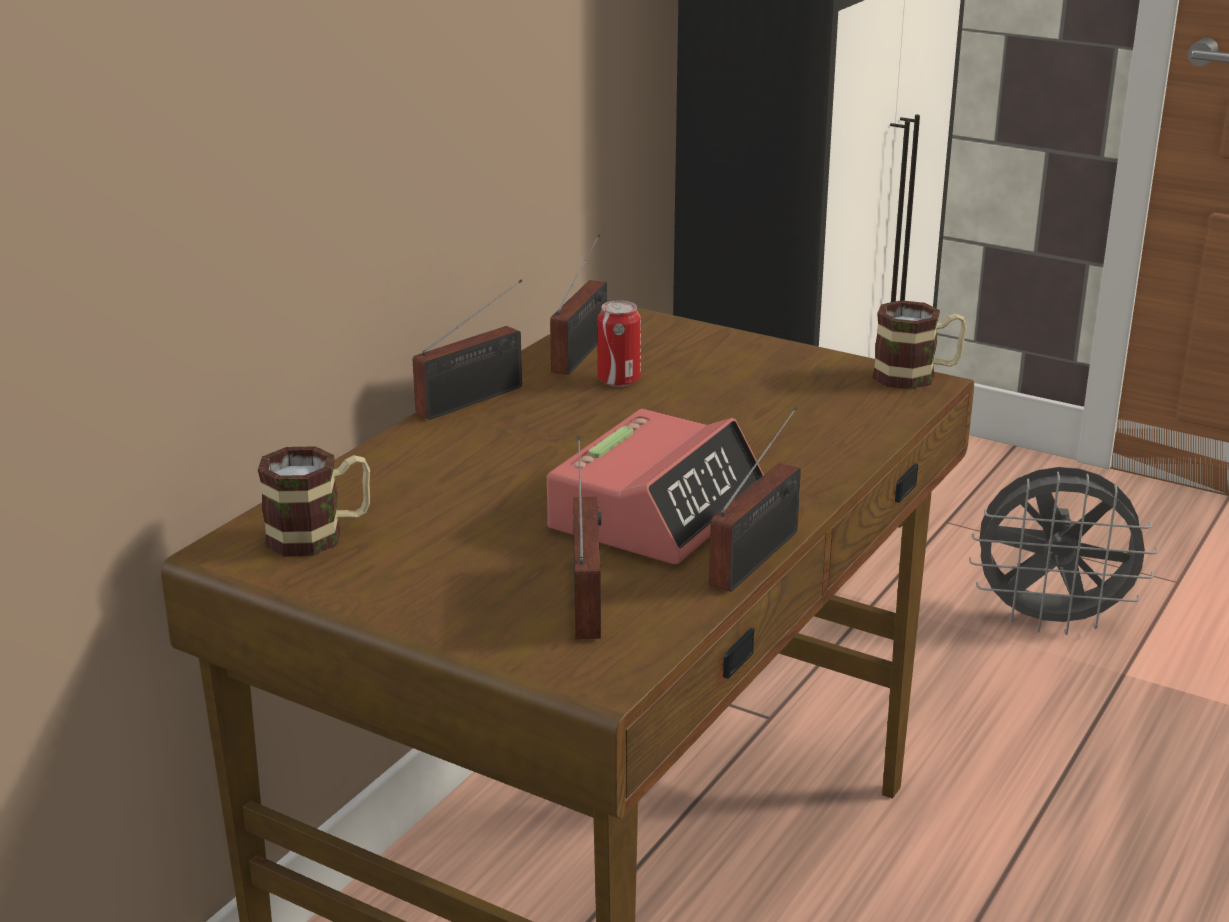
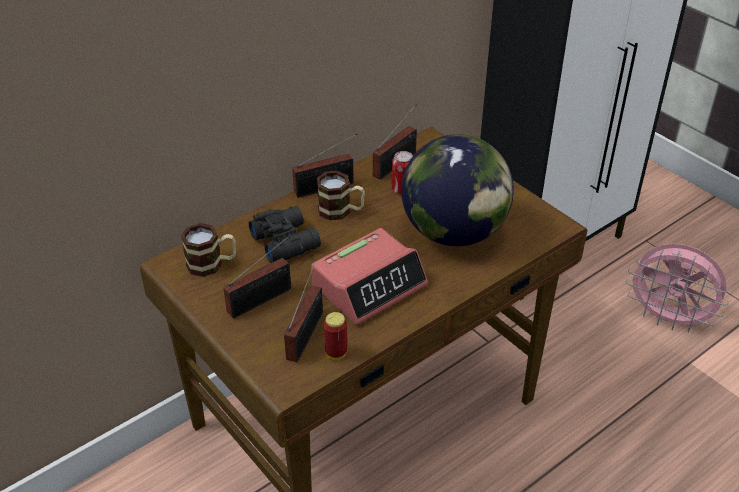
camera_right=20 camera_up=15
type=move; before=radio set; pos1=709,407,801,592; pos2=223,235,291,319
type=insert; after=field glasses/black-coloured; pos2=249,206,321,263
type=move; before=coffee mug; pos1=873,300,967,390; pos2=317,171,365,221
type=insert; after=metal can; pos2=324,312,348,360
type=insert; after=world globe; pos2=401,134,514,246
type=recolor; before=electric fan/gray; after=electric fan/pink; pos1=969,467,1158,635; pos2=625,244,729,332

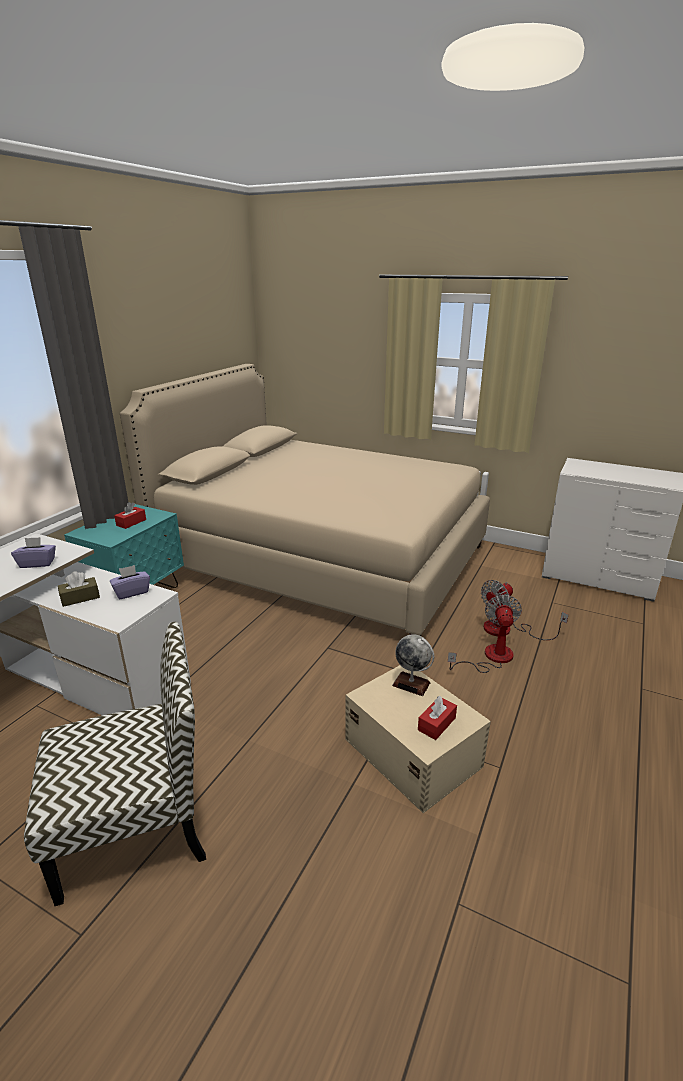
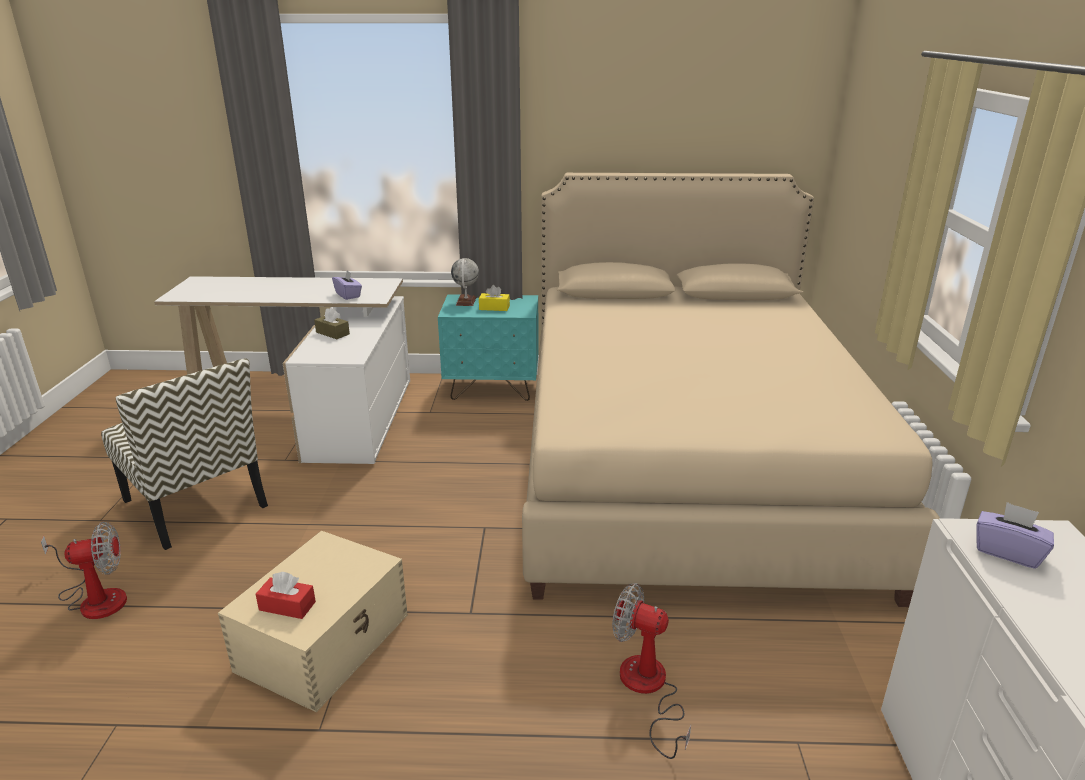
camera_right=65 camera_up=0
type=move; before=electric fan; pos1=448,595,522,673; pos2=41,522,127,619
type=move; before=world globe; pos1=392,634,434,696; pos2=451,258,479,306
type=recolor; before=box of tissues/reddish; after=box of tissues/yellow-coloured; pos1=114,502,146,529; pos2=479,285,510,311
type=move; before=box of tissues/purple-coloured; pos1=110,565,150,600; pos2=976,502,1054,569

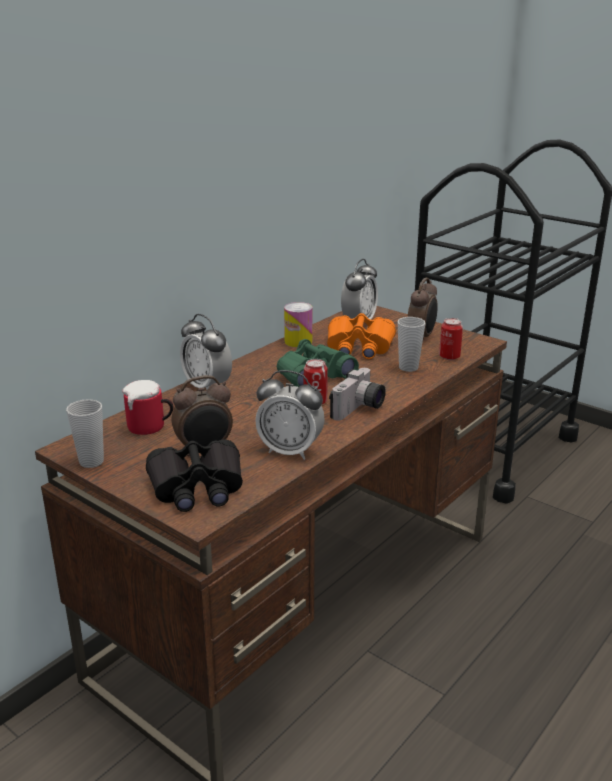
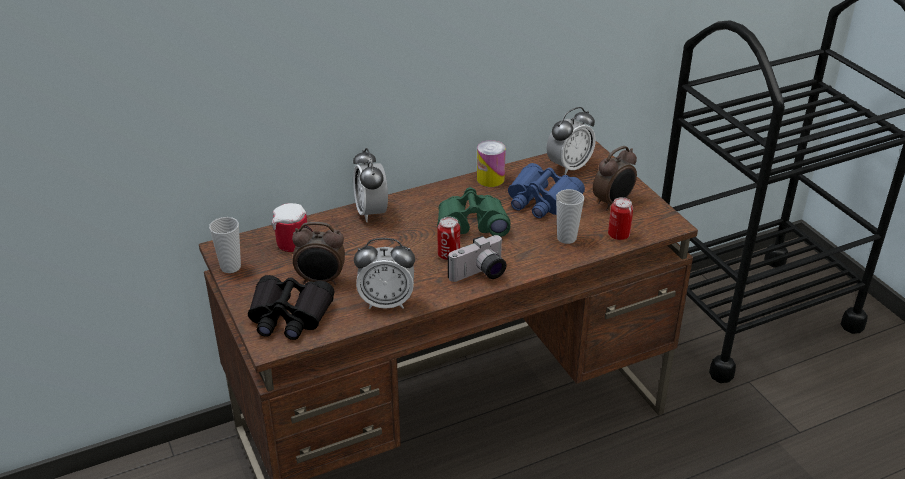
camera_right=25 camera_up=10
type=rotate; before=table clock; pos1=255,370,325,460; pos2=354,238,415,309; turn=-45
type=recolor; before=field glasses/orange; after=field glasses/blue-coloured; pos1=327,313,396,359; pos2=508,163,585,218

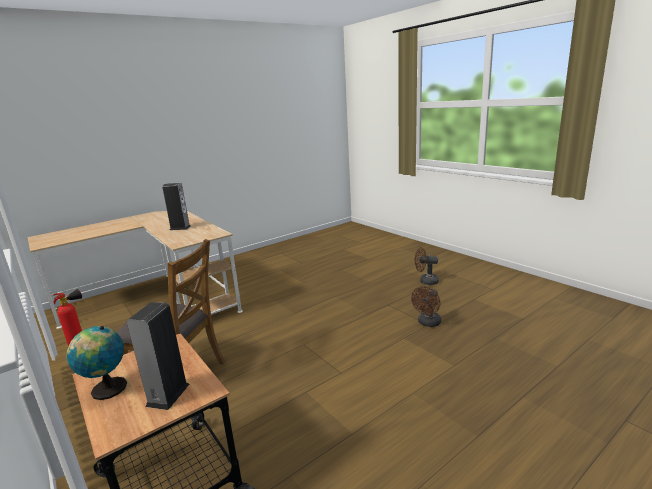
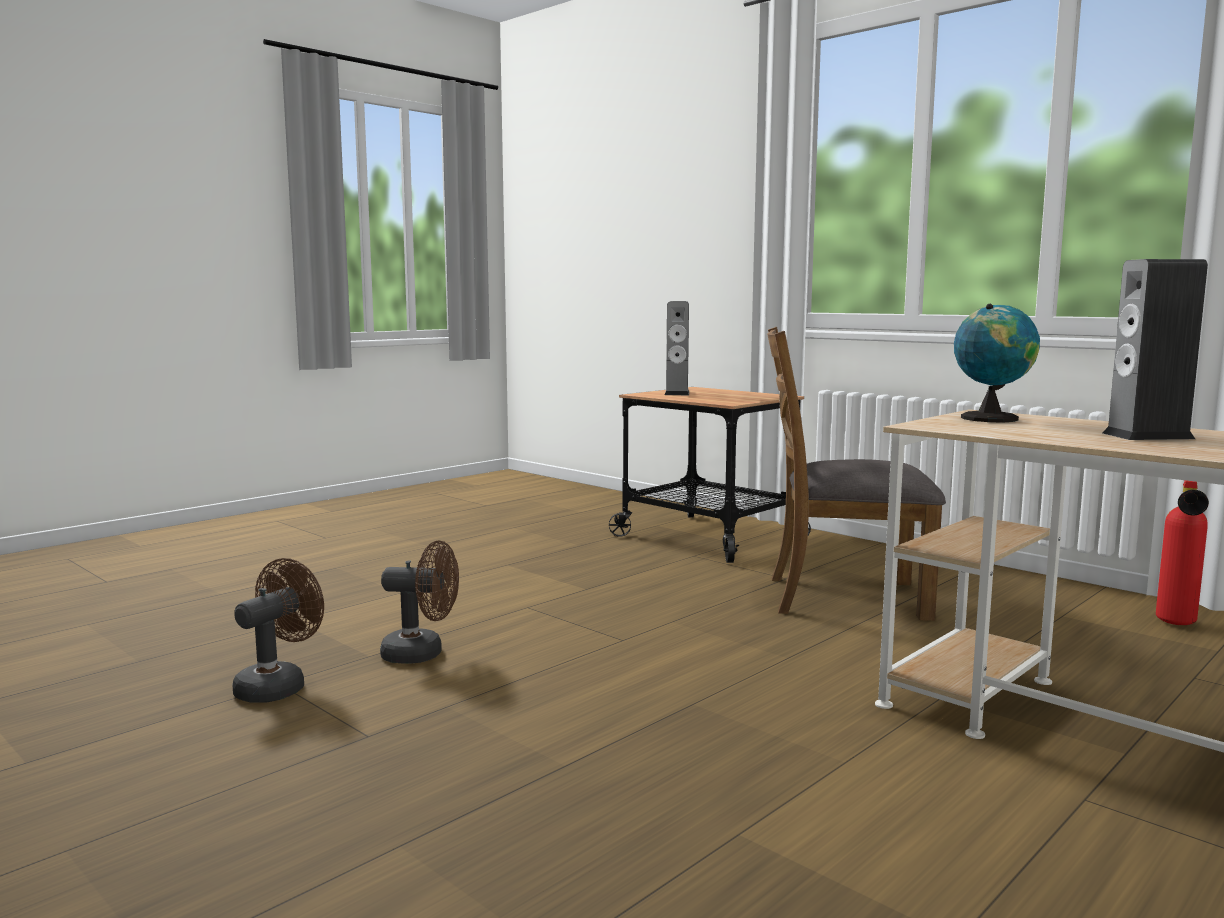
camera_right=170 camera_up=-10
type=move; before=electric fan/brown-coloured; pos1=415,247,439,285; pos2=380,541,459,664
type=move; before=world globe; pos1=67,326,127,400; pos2=954,304,1040,422

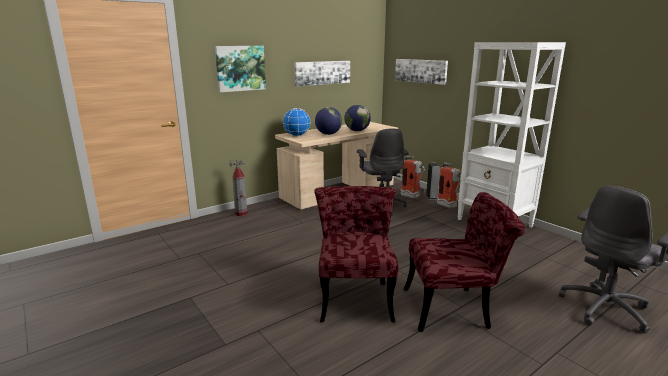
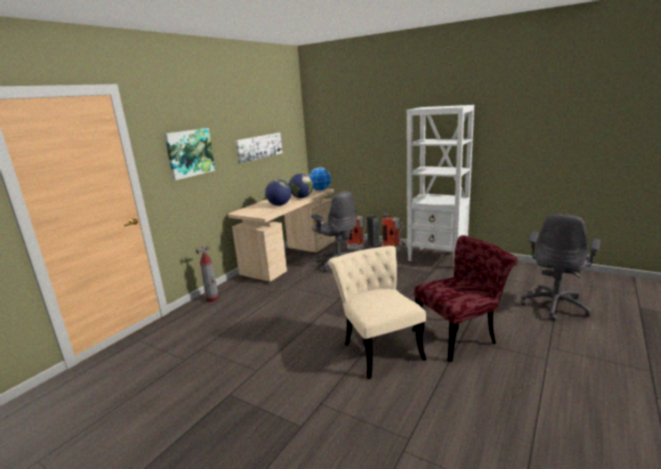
camera_right=-20 camera_up=0
type=move; before=world globe; pos1=283,108,311,136; pos2=309,167,331,191
type=recolor; before=upright chair/reddish; after=upright chair/beige-coloured; pos1=314,186,399,322; pos2=328,246,427,379
type=delete; before=picture; pos1=395,59,448,85

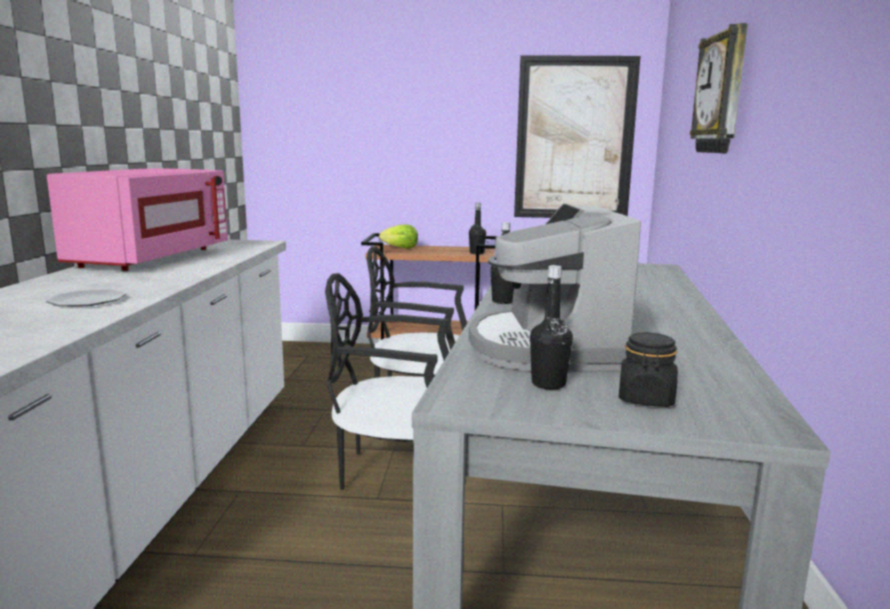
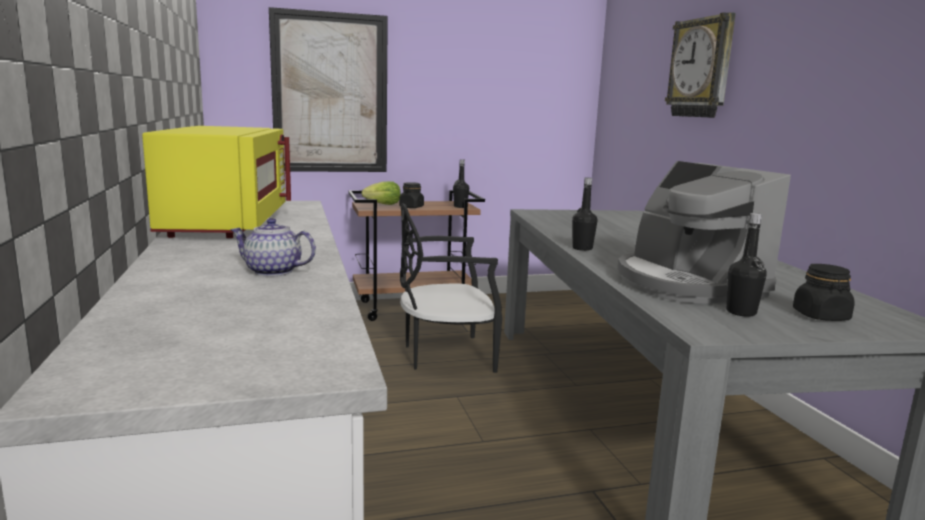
camera_right=-20 camera_up=0
type=recolor; before=microwave oven/pink; after=microwave oven/yellow-coloured; pos1=47,168,228,271; pos2=142,126,291,238
type=replace; before=dinner plate; after=teapot; pos1=46,289,126,307; pos2=230,218,316,277
type=move; before=picture; pos1=514,55,640,218; pos2=269,7,388,172
type=insert; after=storage jar/black-coloured; pos2=399,182,424,208
type=delete; before=upright chair/black-coloured; pos1=325,273,449,490

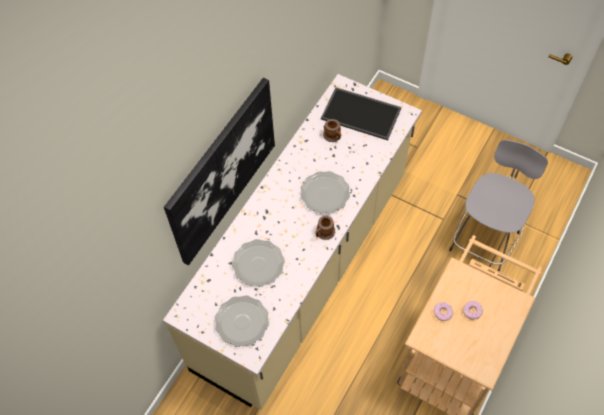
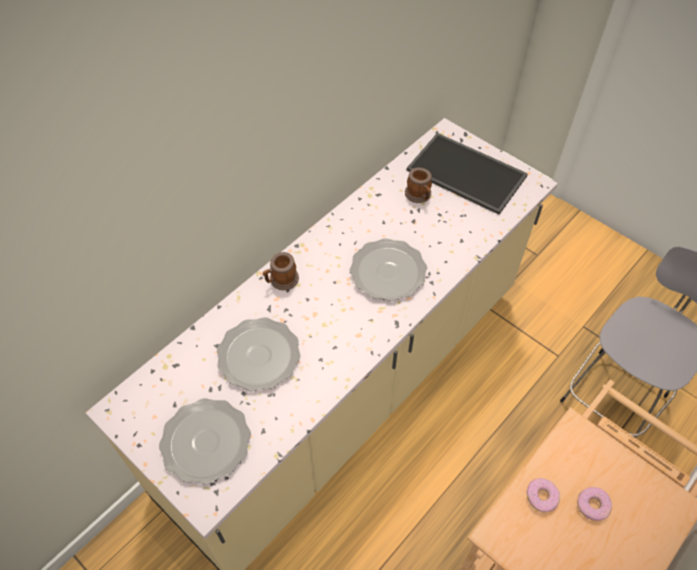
camera_right=10 camera_up=-5
type=move; before=coffee mug; pos1=315,215,335,240; pos2=263,252,299,290
type=delete; before=picture; pos1=164,78,275,265

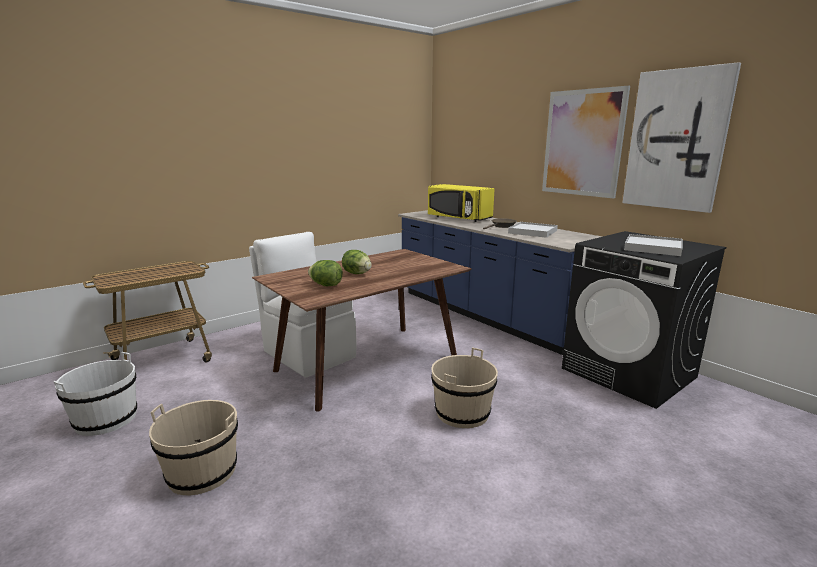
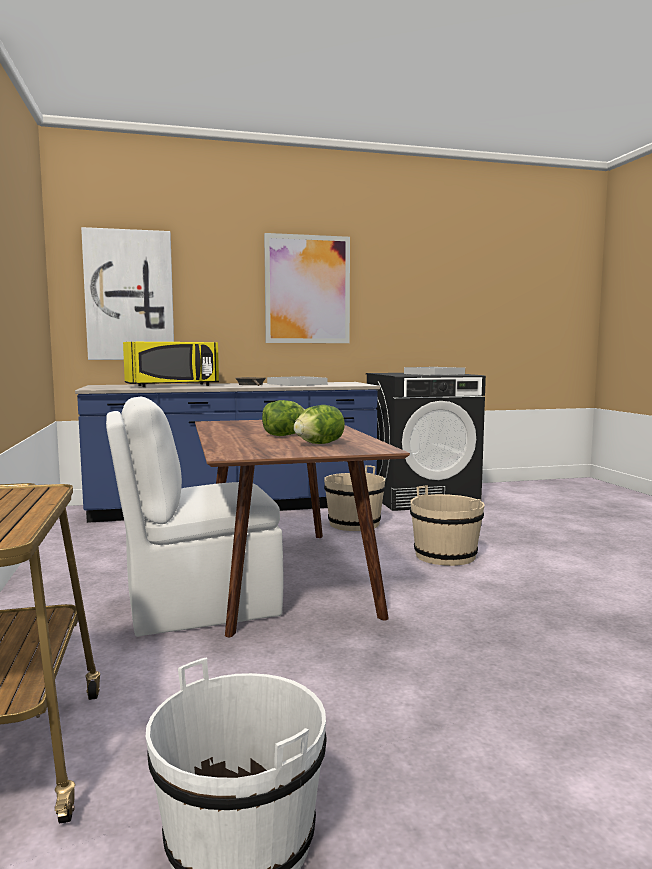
camera_right=-65 camera_up=-10
type=move; before=picture; pos1=622,62,741,213; pos2=81,227,174,360
type=move; before=pail/beige-coloured; pos1=149,400,238,495; pos2=324,465,385,531

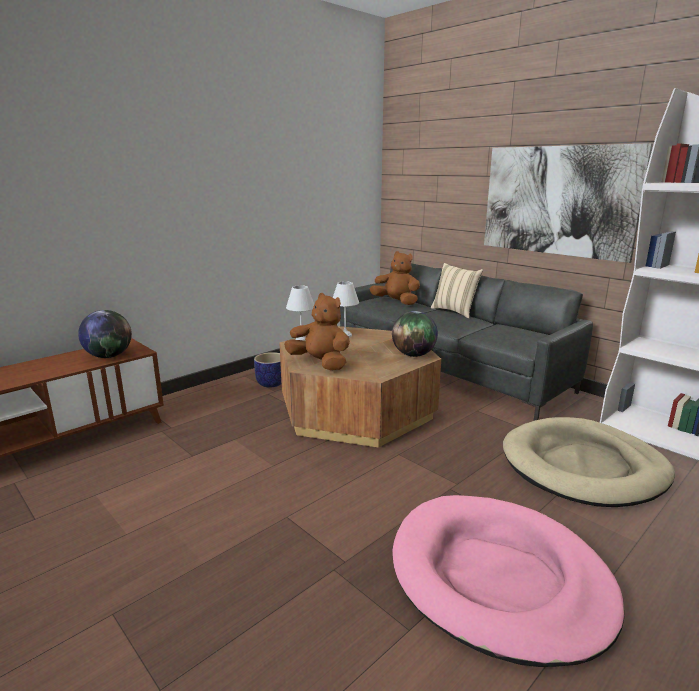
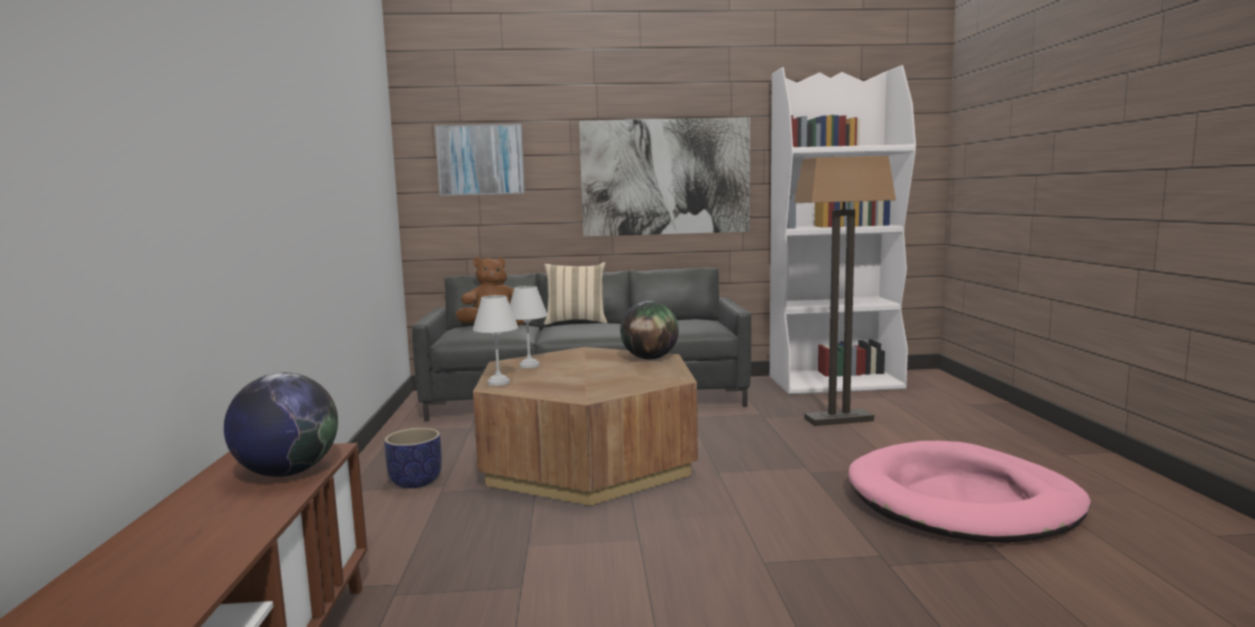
camera_right=-50 camera_up=-10
type=insert; after=picture; pos2=435,124,525,196
type=replace; before=dog cushion/beige-coloured; after=standard lamp; pos1=503,417,675,507; pos2=794,156,896,426
type=delete; before=soft toy/brown-coloured; pos1=284,293,350,370

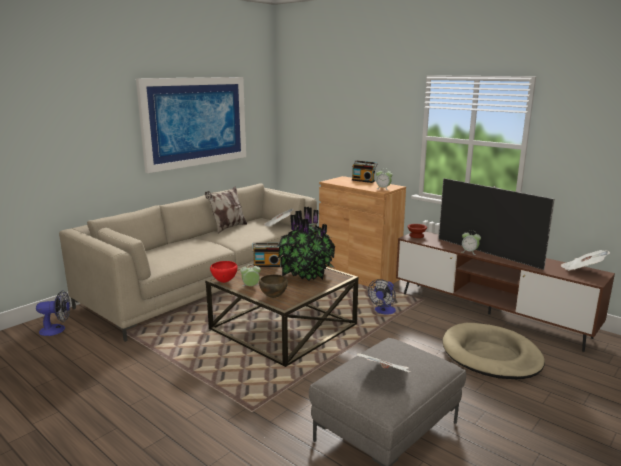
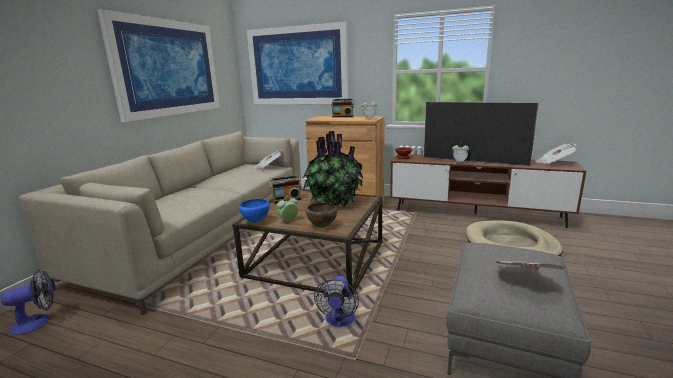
camera_right=-20 camera_up=0
type=recolor; before=deep dish/reddish; after=deep dish/blue-coloured; pos1=210,261,238,283; pos2=239,199,270,223
type=insert; after=picture; pos2=247,22,349,104
type=move; before=electric fan; pos1=368,279,396,314; pos2=314,276,359,327
type=delete; before=cushion; pos1=205,186,247,234

